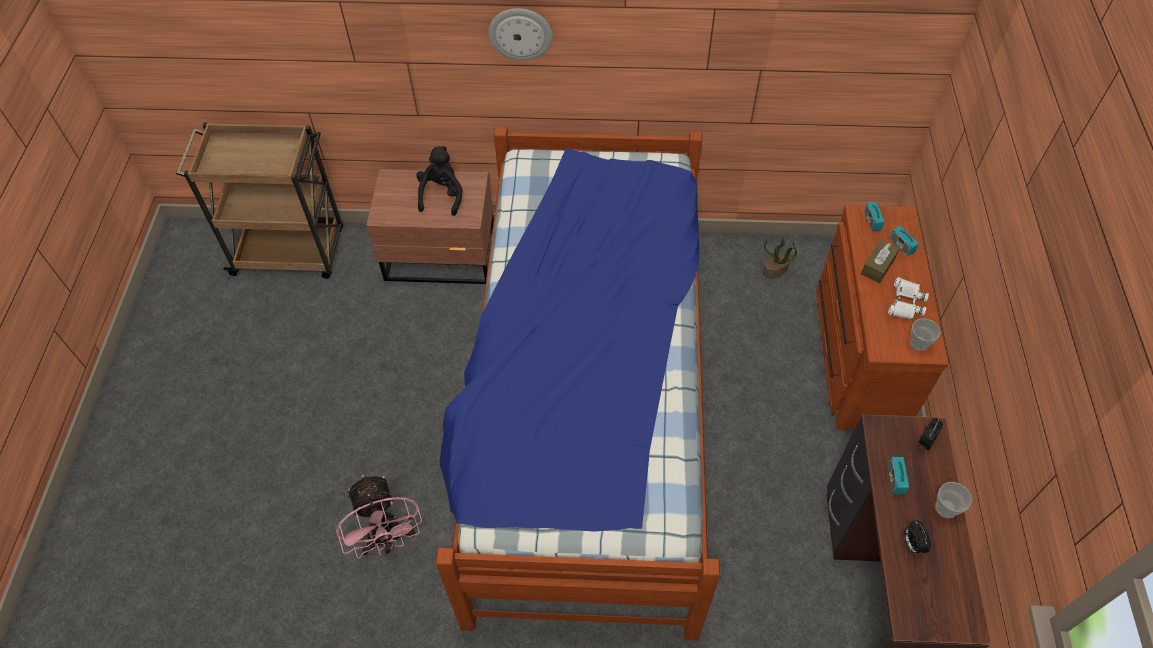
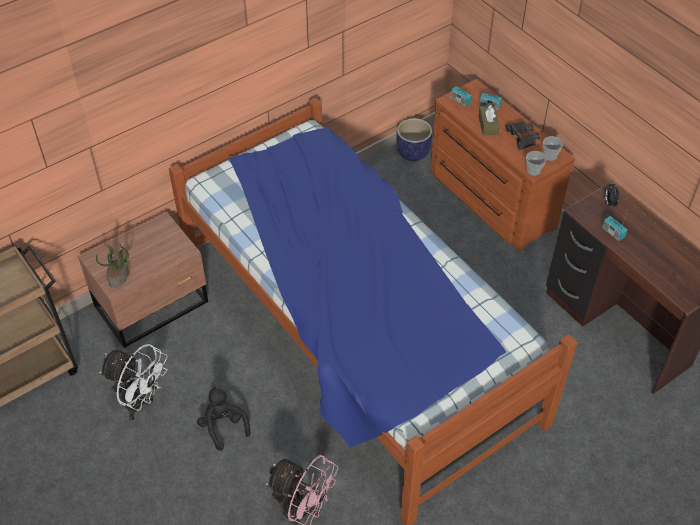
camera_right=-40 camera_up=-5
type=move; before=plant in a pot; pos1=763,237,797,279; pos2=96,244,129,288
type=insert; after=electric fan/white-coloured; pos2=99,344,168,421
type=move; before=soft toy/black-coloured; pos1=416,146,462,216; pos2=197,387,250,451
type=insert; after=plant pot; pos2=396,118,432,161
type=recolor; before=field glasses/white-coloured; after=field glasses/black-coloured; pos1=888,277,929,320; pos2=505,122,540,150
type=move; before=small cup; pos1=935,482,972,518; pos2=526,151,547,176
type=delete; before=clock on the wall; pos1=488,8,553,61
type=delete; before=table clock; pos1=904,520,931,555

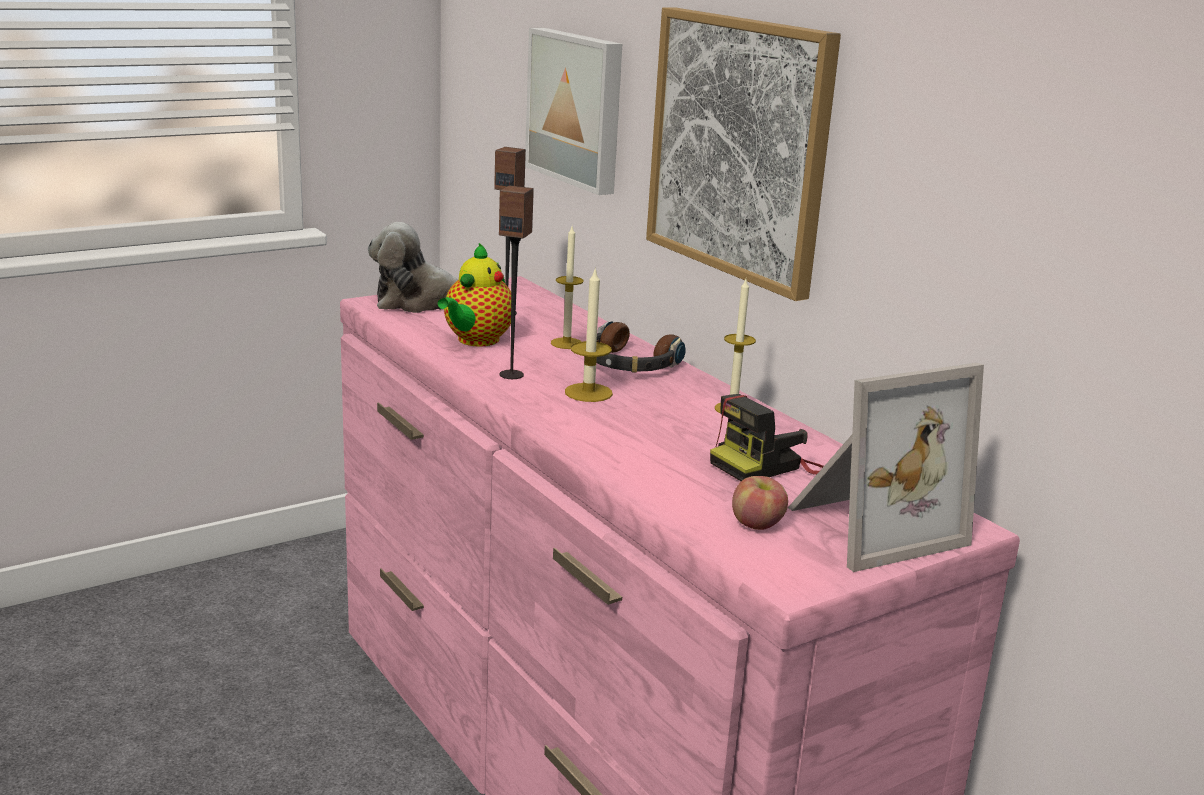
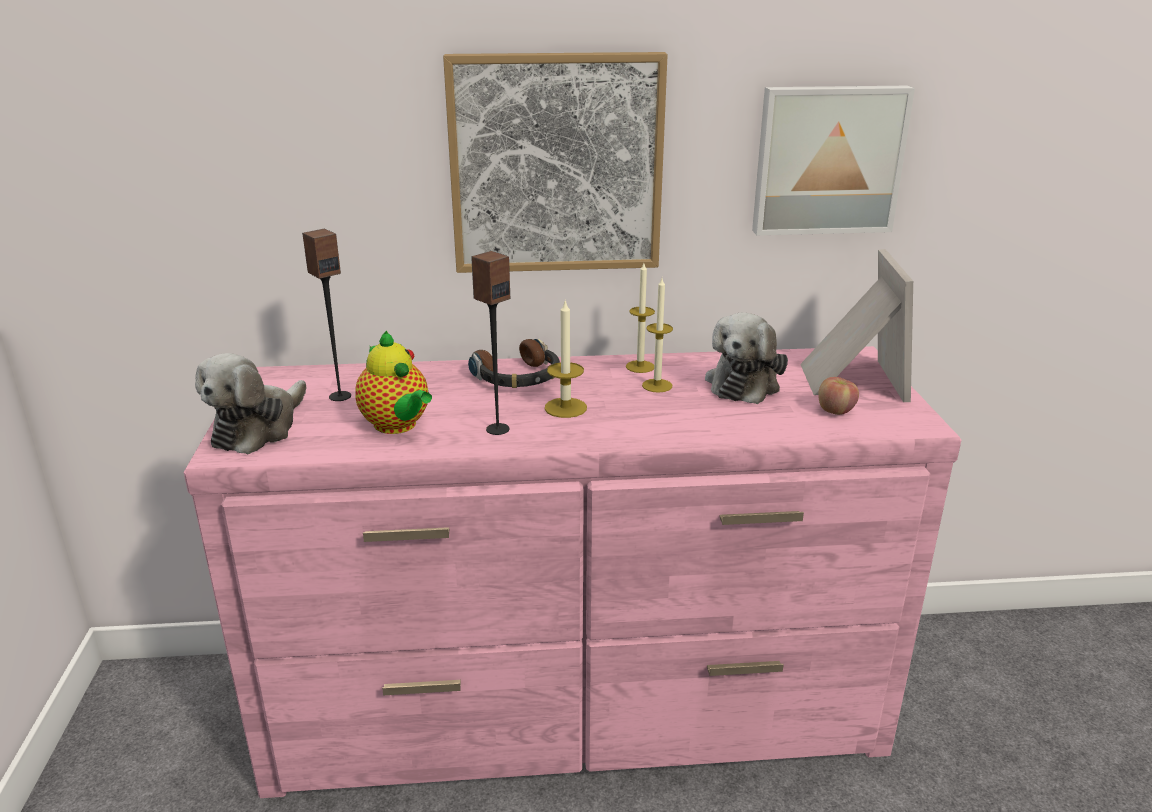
camera_right=-60 camera_up=5
type=move; before=wax candle; pos1=551,226,584,349; pos2=642,278,673,393
type=replace; before=still camera; after=soft toy; pos1=710,394,824,481; pos2=705,312,788,404
type=move; before=picture; pos1=525,28,622,195; pos2=752,86,915,235

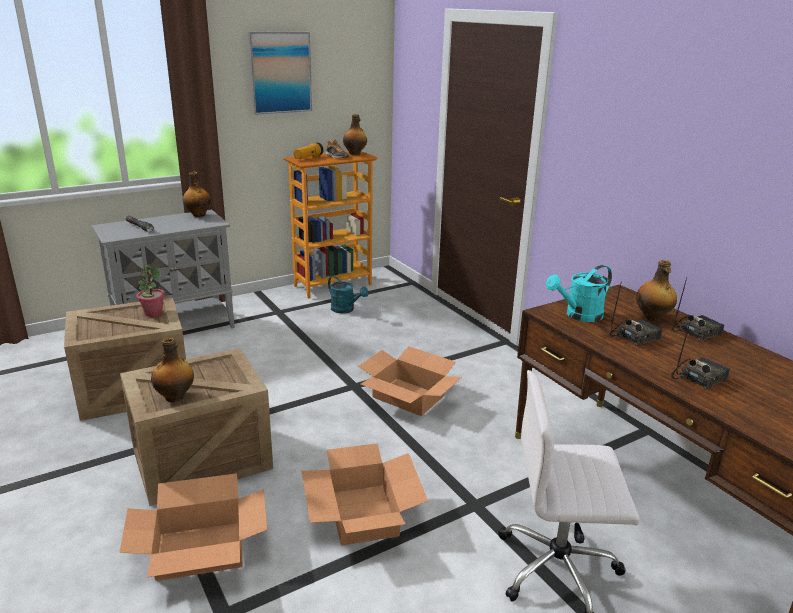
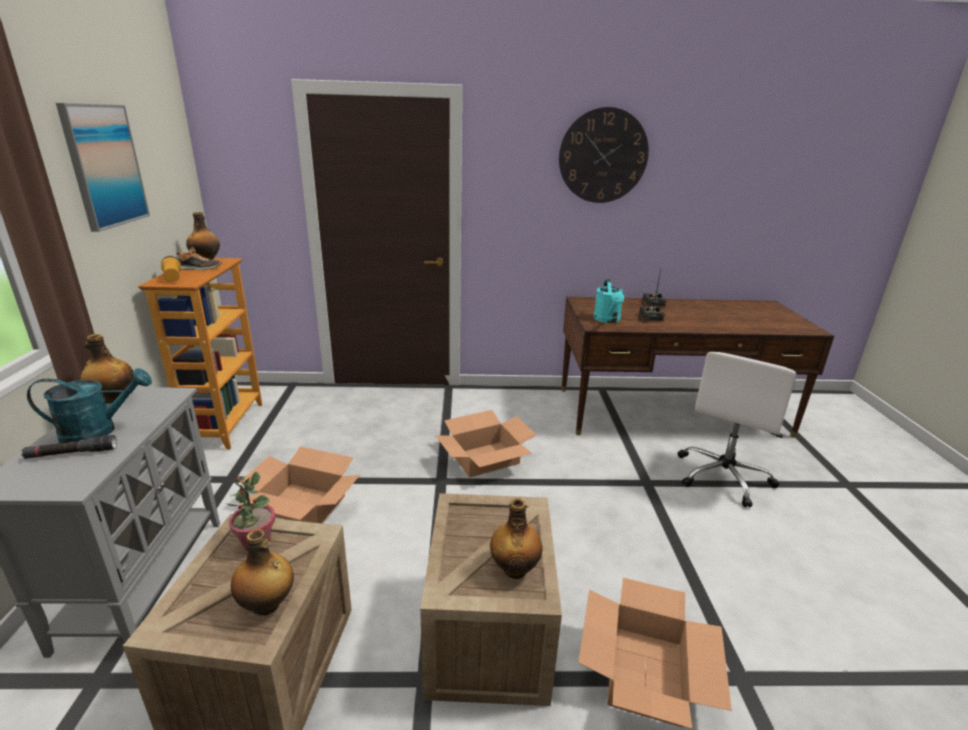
camera_right=-60 camera_up=0
type=move; before=sprinkling can/blue-green; pos1=328,276,369,313; pos2=27,368,152,443
type=move; before=bottle; pos1=636,260,677,321; pos2=231,529,294,615
type=move; before=cardboard box; pos1=302,443,428,545; pos2=239,446,360,523
type=insert; after=clock on the wall; pos2=559,107,649,203
type=delete; before=radio set; pos1=671,319,730,390

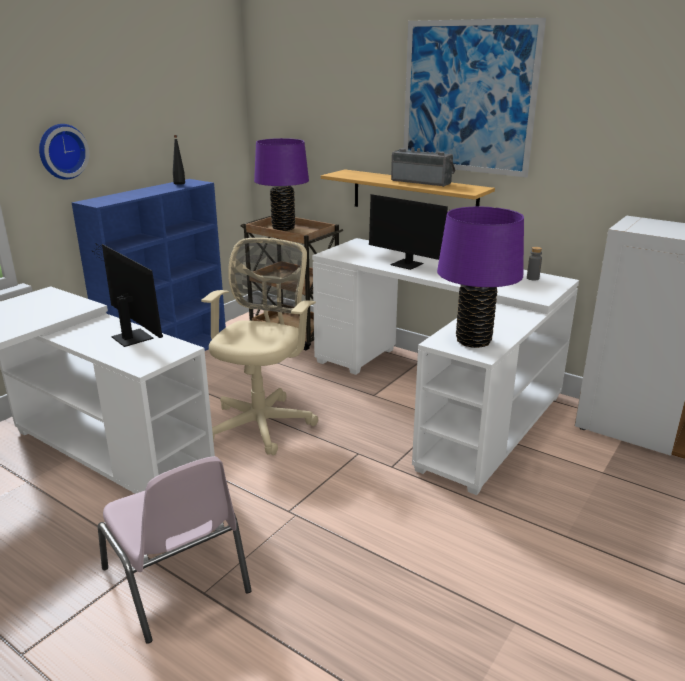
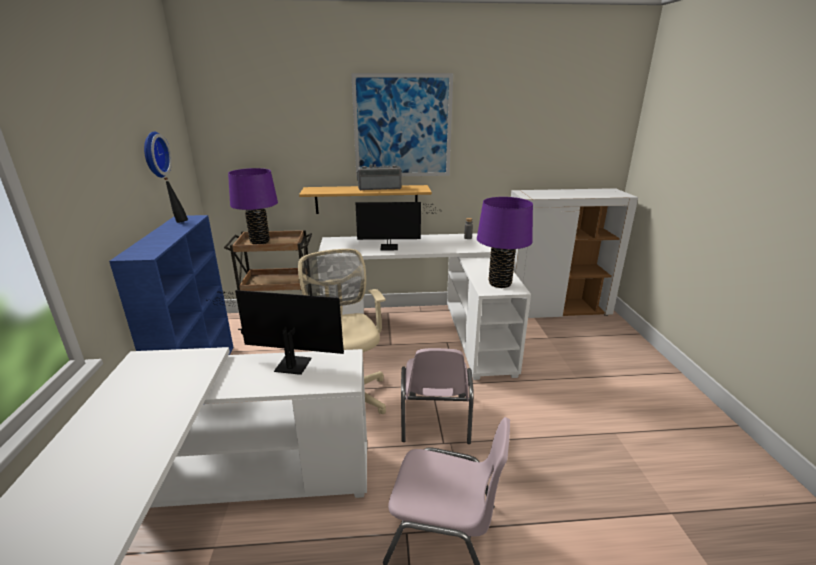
camera_right=-40 camera_up=0
type=move; before=clock on the wall; pos1=39,124,89,180; pos2=144,131,172,178
type=insert; after=upright chair/pink; pos2=401,348,473,444

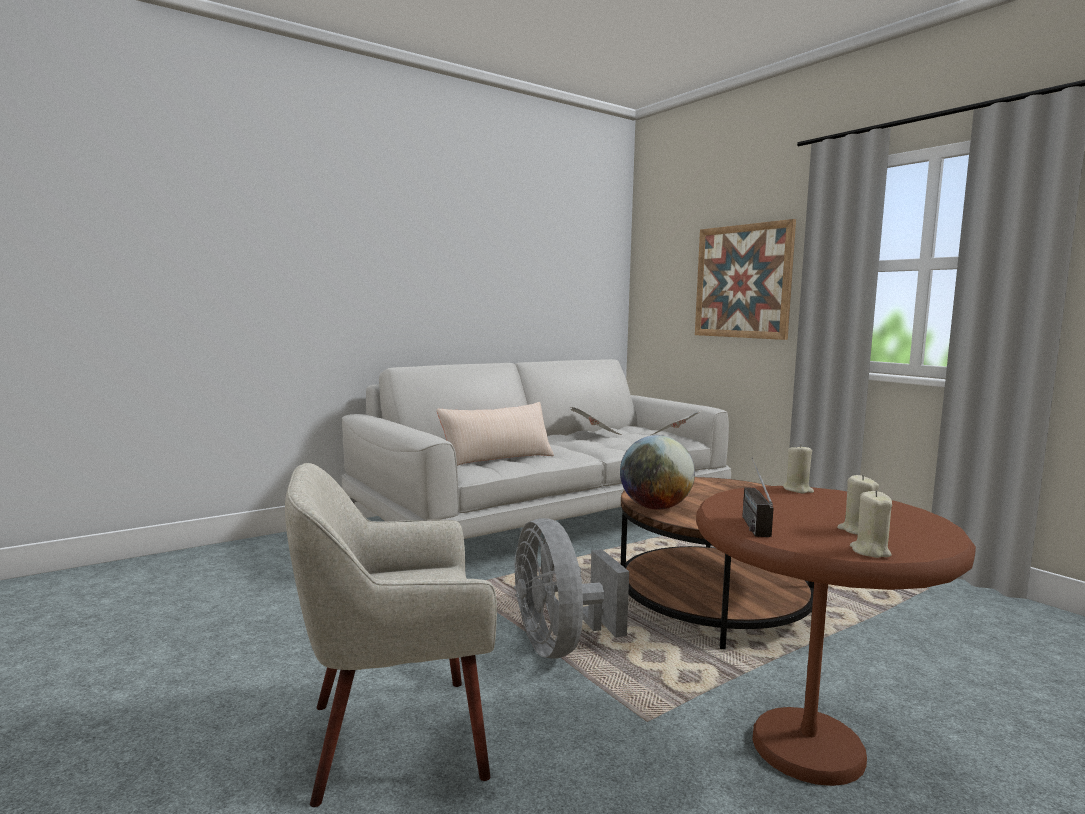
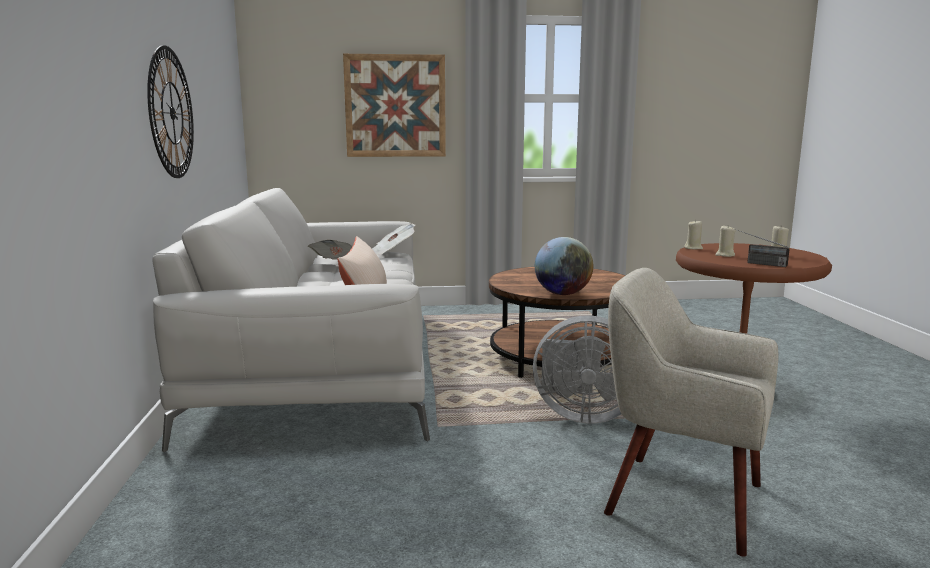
camera_right=-60 camera_up=5
type=insert; after=clock on the wall; pos2=147,45,194,178
type=rotate; before=lounge chair/beige-coloured; pos1=285,463,497,807; pos2=604,268,778,557; turn=105
type=move; before=wax candle/beige-coloured; pos1=850,491,892,558; pos2=716,225,736,257

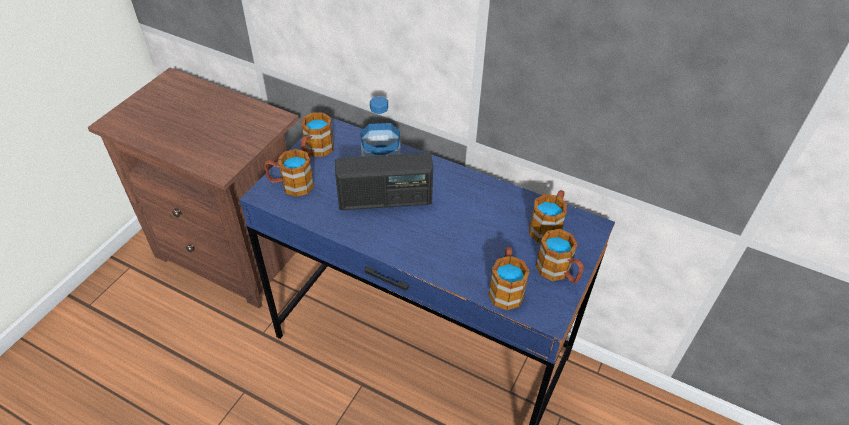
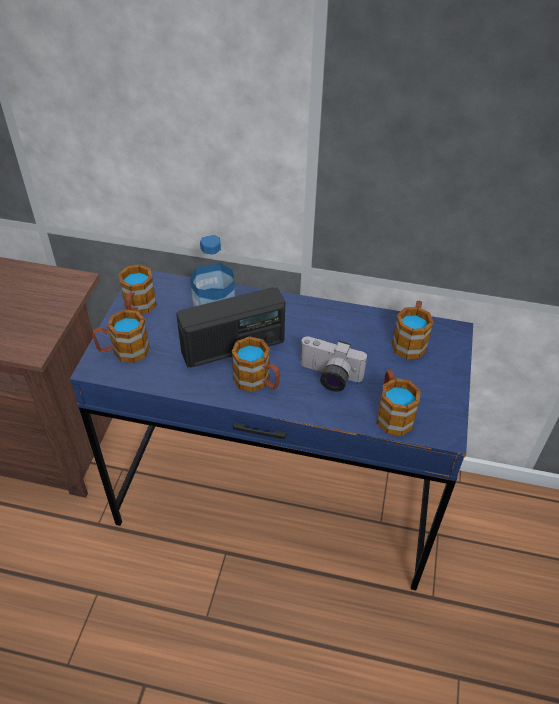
camera_right=-15 camera_up=0
type=move; before=coffee mug; pos1=535,229,584,283; pos2=231,336,280,392
type=insert; after=still camera; pos2=300,336,367,392

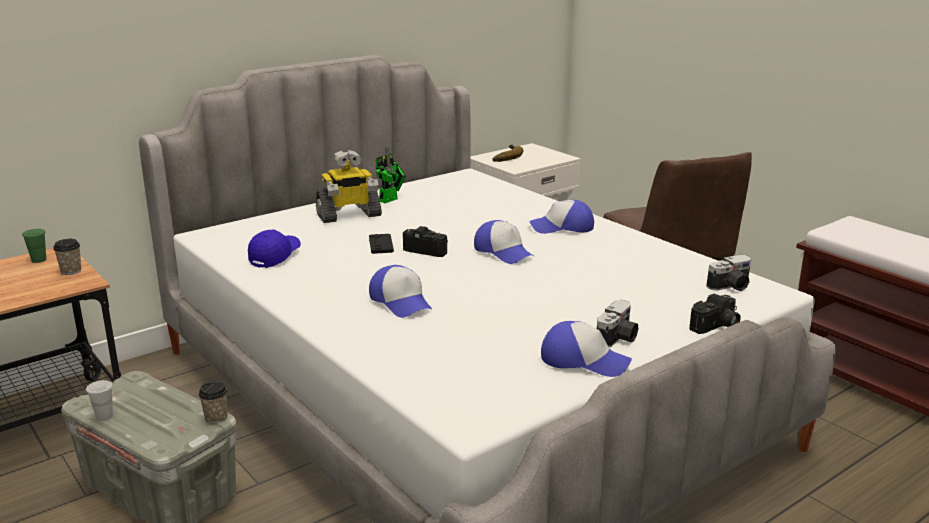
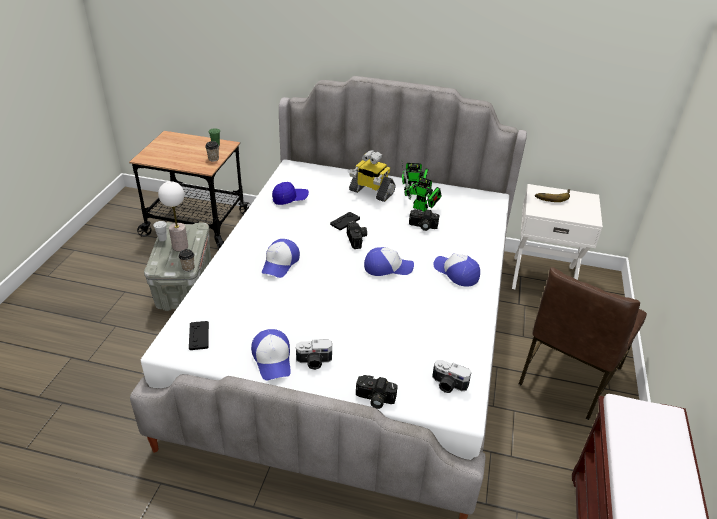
camera_right=50 camera_up=15
type=insert; after=table lamp; pos2=158,181,188,251
type=insert; after=gamepad/black-coloured; pos2=189,321,209,350
type=rotate; before=baseball cap; pos1=474,220,535,264; pos2=364,247,414,276; turn=-105
type=insert; after=robot figure; pos2=404,169,442,212
type=insert; after=still camera; pos2=409,209,439,231

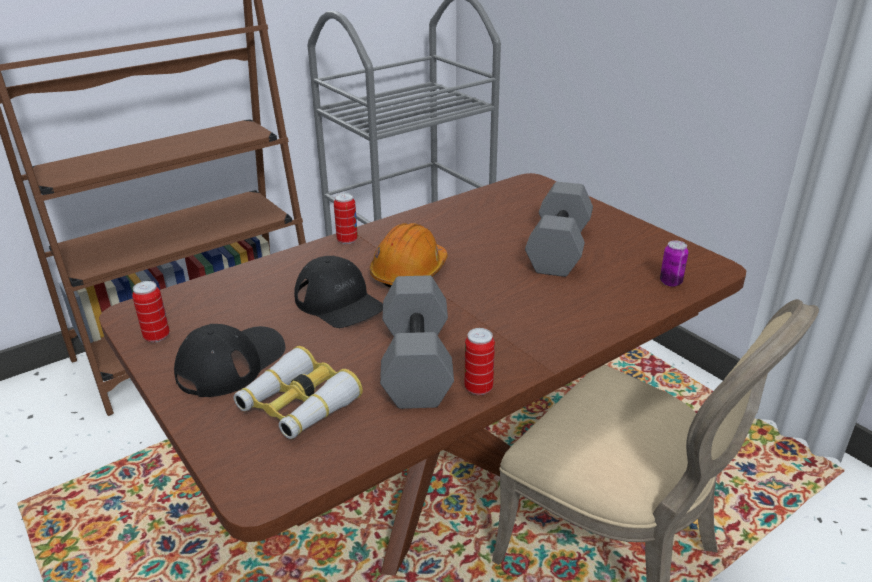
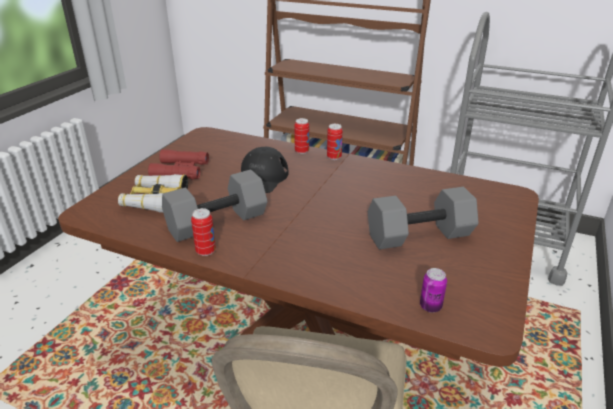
camera_right=60 camera_up=0
type=replace; before=baseball cap/black-coloured; after=field glasses/reddish; pos1=174,324,285,397; pos2=148,149,209,180
type=move; before=metal can; pos1=132,281,170,342; pos2=294,118,309,154
type=delete; before=work helmet/orange; pos1=370,223,448,288

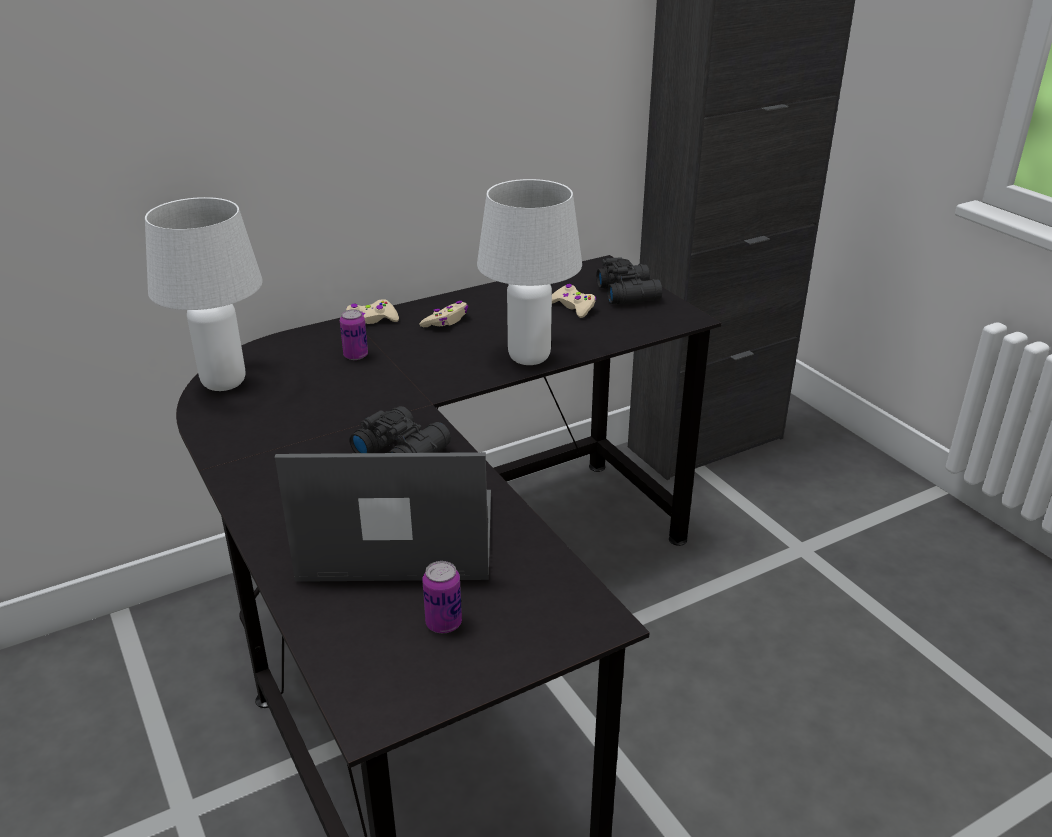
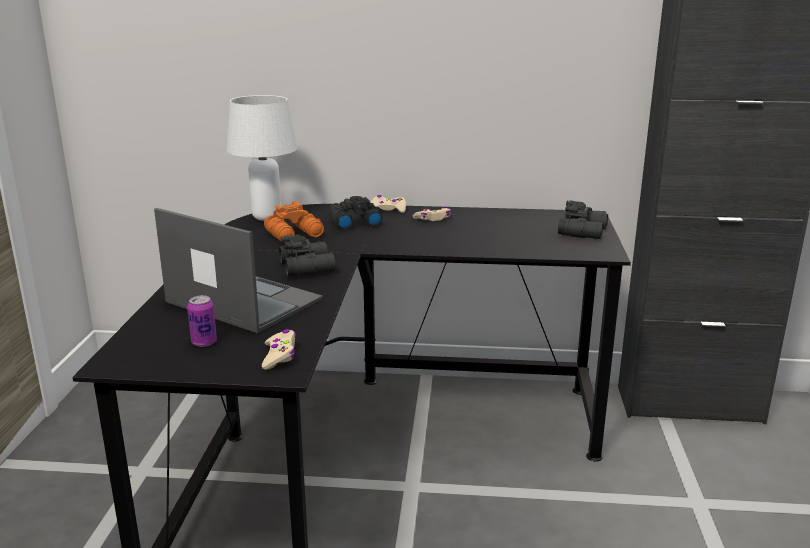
camera_right=35 camera_up=-10
type=move; before=gamepad/beige-coloured; pos1=552,284,597,318; pos2=262,329,296,370
type=insert; after=field glasses/orange; pos2=264,201,324,242
type=replace; before=metal can; after=field glasses/black-coloured; pos1=340,309,368,360; pos2=328,196,382,229
type=delete; before=table lamp/white-coloured; pos1=477,179,582,365

